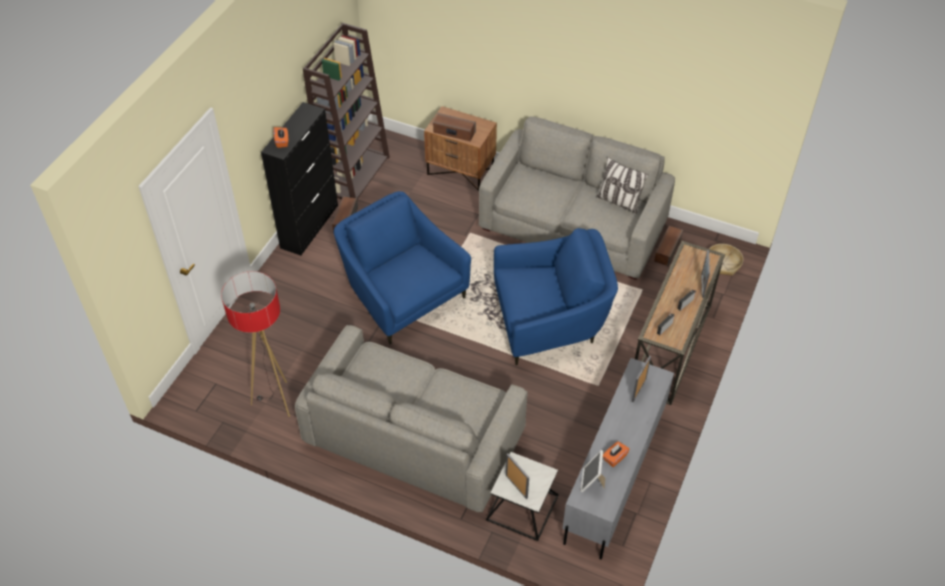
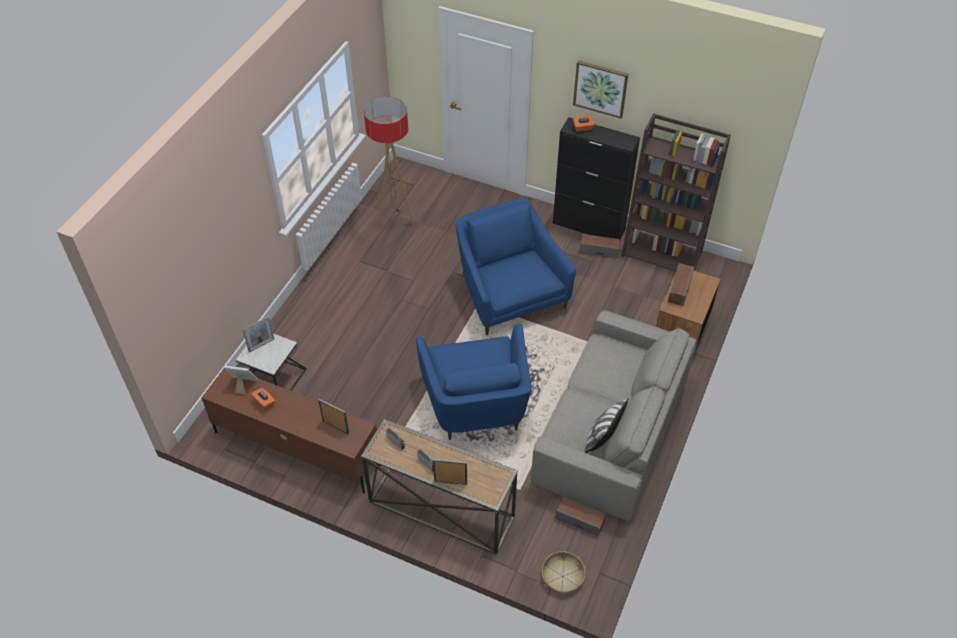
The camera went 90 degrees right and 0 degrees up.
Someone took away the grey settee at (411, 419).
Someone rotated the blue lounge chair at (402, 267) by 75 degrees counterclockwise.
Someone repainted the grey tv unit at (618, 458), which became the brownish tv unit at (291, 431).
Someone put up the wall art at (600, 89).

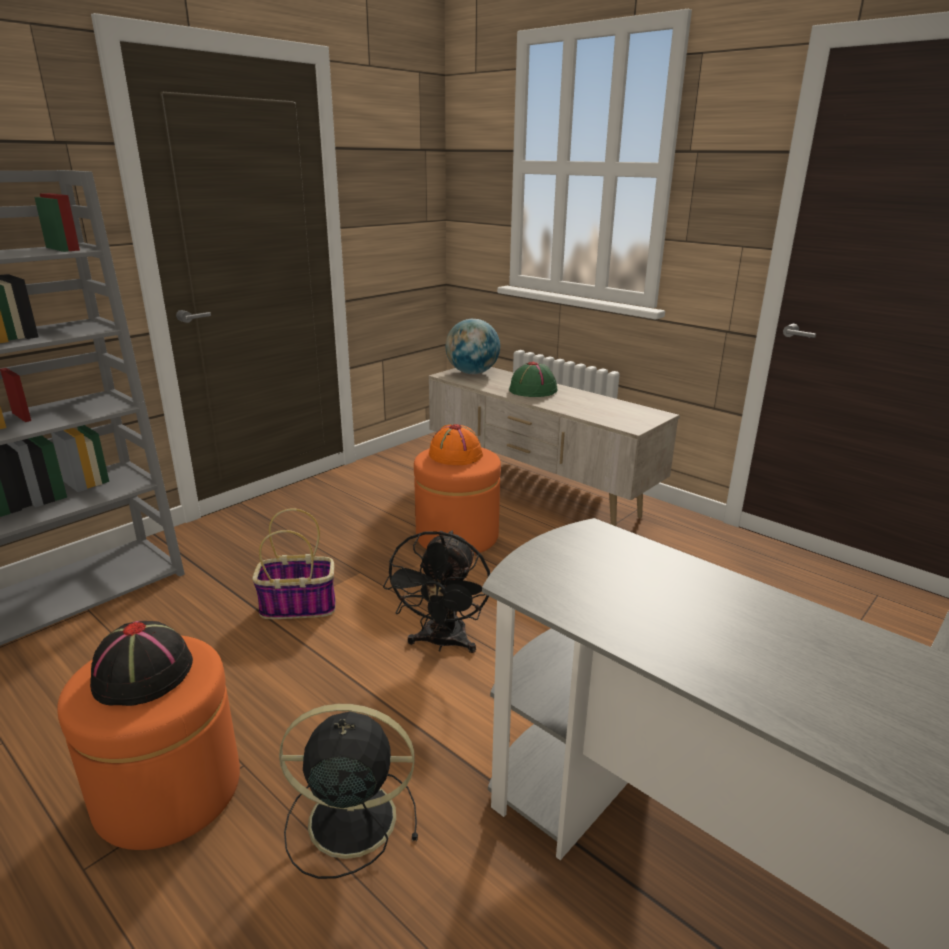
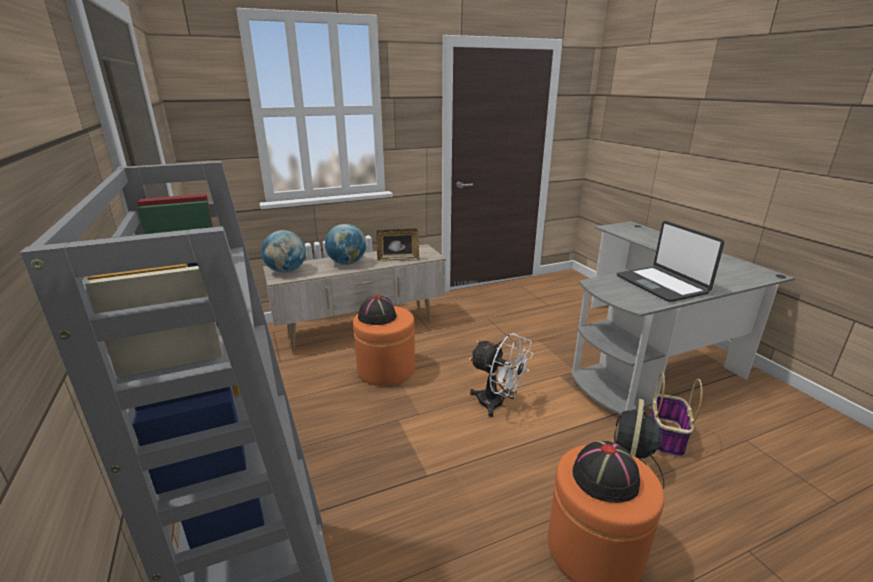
The camera went 65 degrees left and 0 degrees up.
Someone carried the household basket from (294, 563) to (676, 414).
Someone repainted the black cooling fan at (436, 591), which became the whitish cooling fan at (501, 375).
Someone repainted the orangey wearable hat at (456, 444), which became the black wearable hat at (377, 310).
Someone swapped the green-coloured wearable hat at (533, 379) for the desk globe at (345, 244).
Someone put down the standing frame at (397, 245).
Someone put down the laptop at (670, 261).

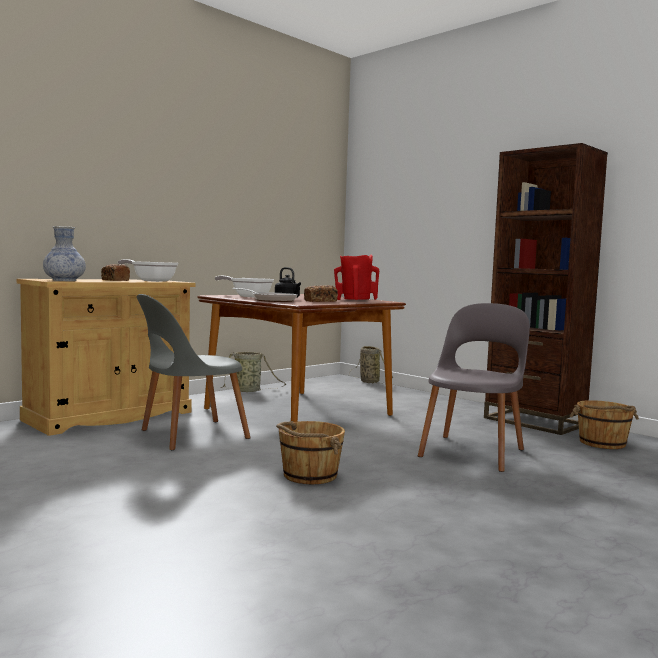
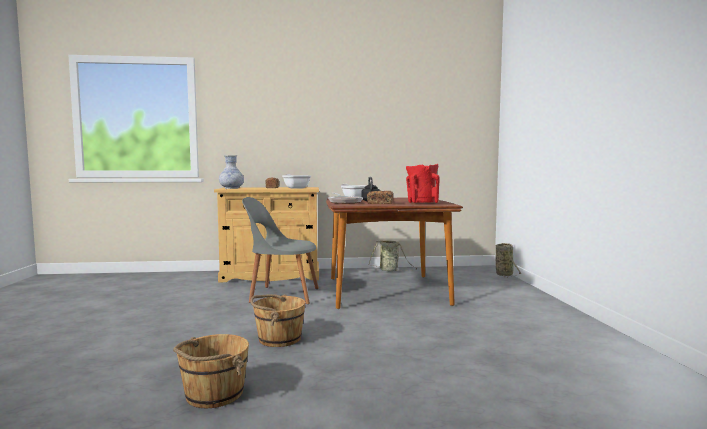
The camera went 40 degrees right and 0 degrees up.
Someone took away the grey plain chair at (474, 387).
Someone took away the brownish shelving unit at (546, 289).
Someone carried the brownish bucket from (604, 424) to (211, 371).

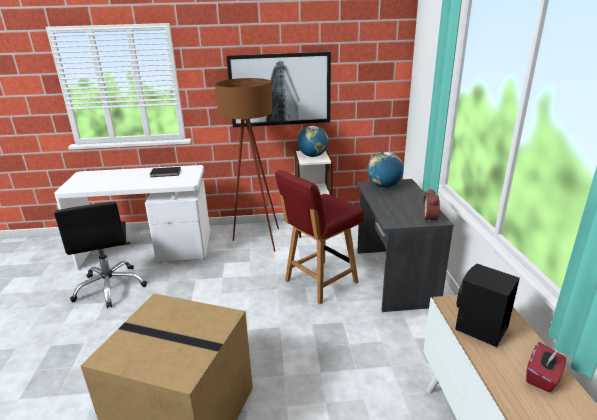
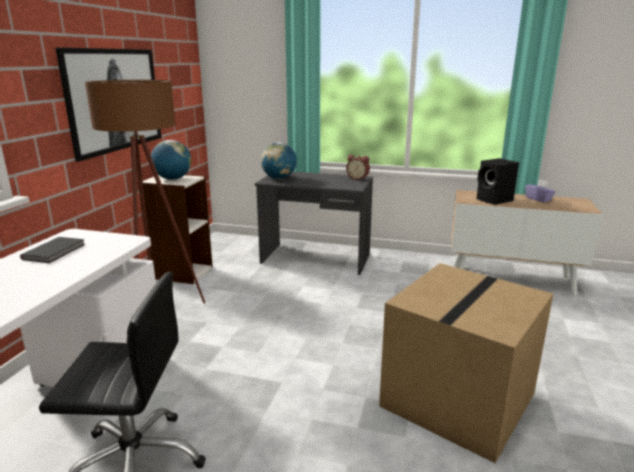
The camera went 70 degrees left and 5 degrees down.
Someone took away the reddish plain chair at (319, 237).
Someone repainted the reddish box of tissues at (546, 367), which became the purplish box of tissues at (540, 190).

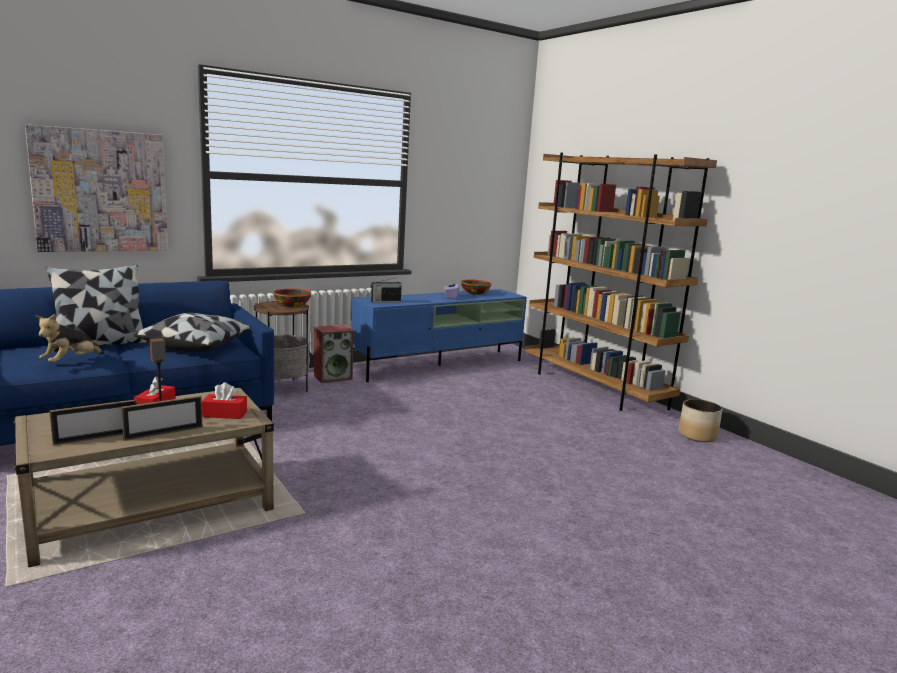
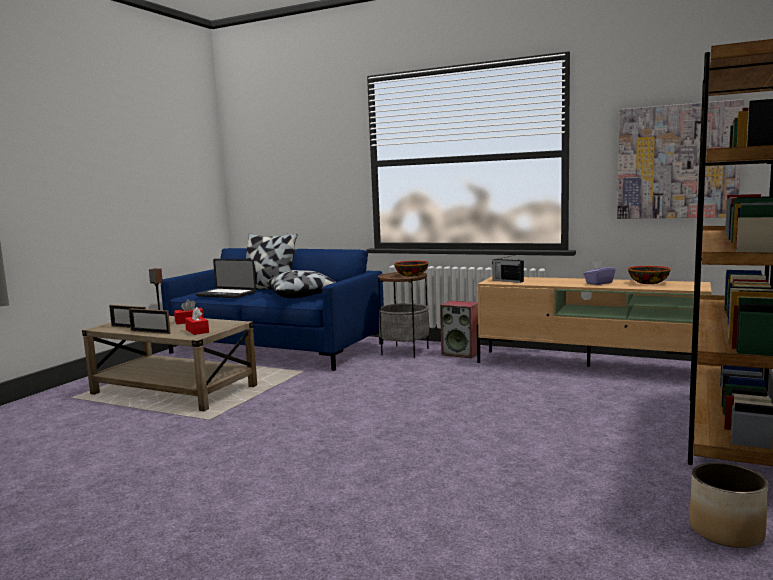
The camera went 60 degrees right and 5 degrees down.
Someone carried the wall art from (96, 188) to (680, 159).
Someone swapped the soft toy at (70, 338) for the laptop at (226, 278).
Someone repainted the blue tv unit at (439, 335), which became the beige tv unit at (594, 321).

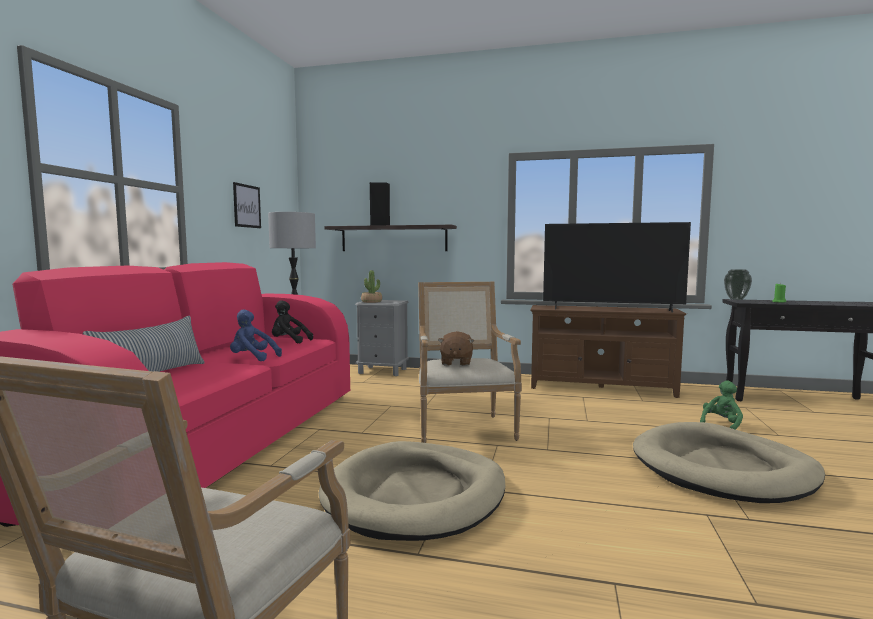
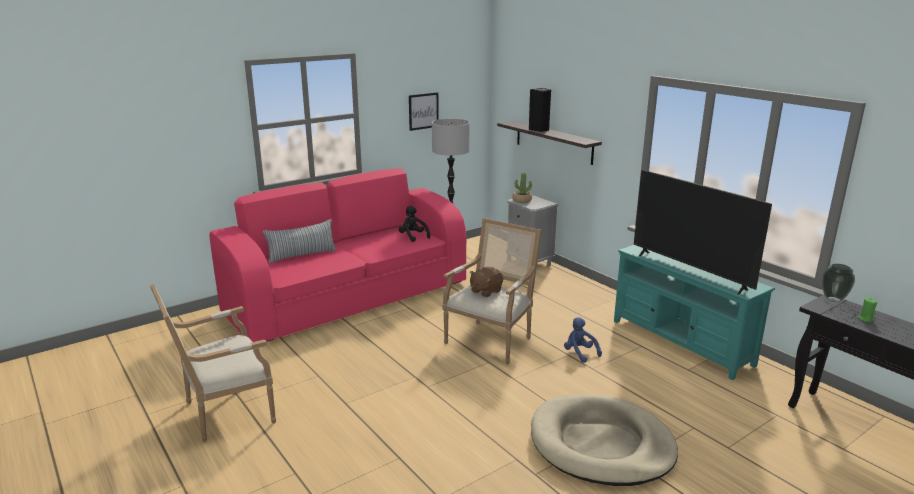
The camera went 40 degrees right and 15 degrees up.
Someone carried the blue soft toy from (256, 335) to (583, 340).
Someone took away the beige pet bed at (412, 491).
Someone repainted the brownish tv unit at (608, 351), which became the turquoise tv unit at (694, 312).
Someone took away the green-coloured soft toy at (721, 405).

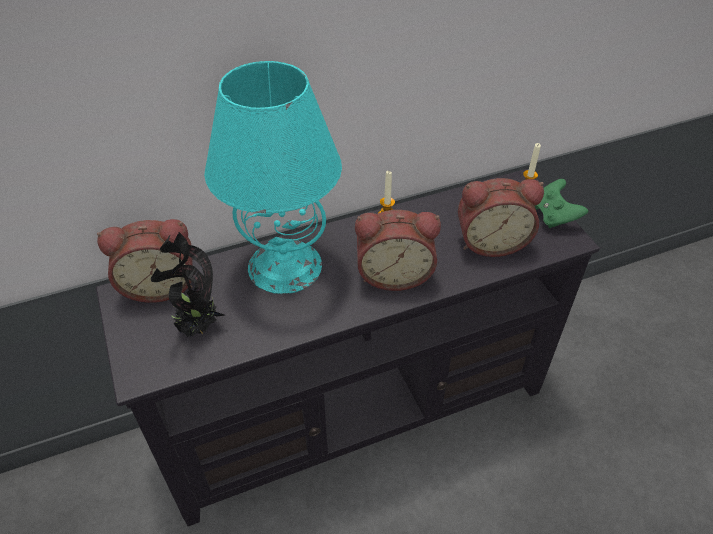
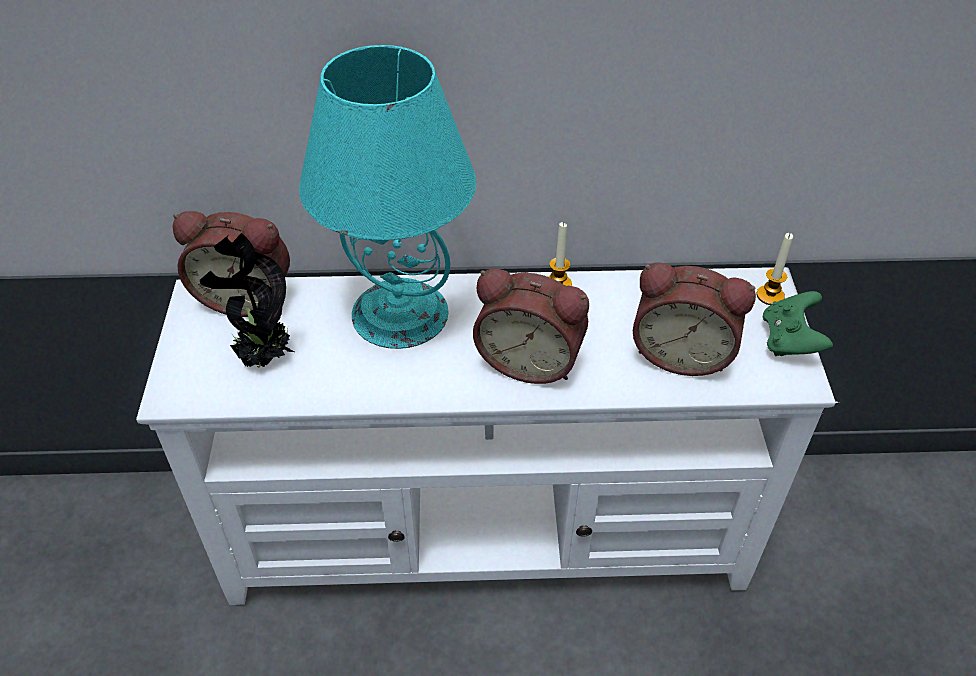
The camera went 20 degrees right and 0 degrees up.
Someone repainted the black tv unit at (349, 347), which became the whitish tv unit at (487, 436).

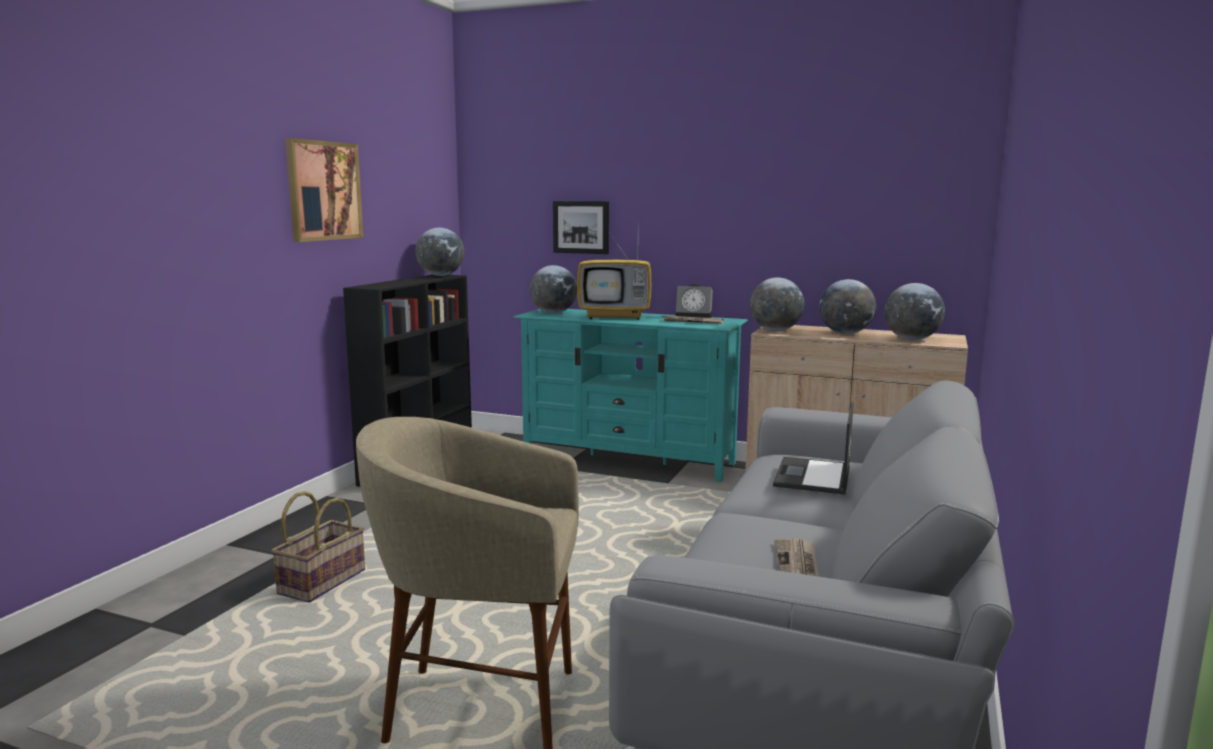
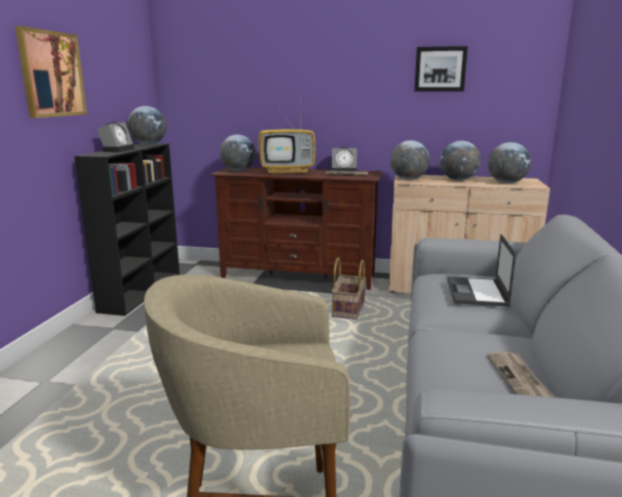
The camera went 10 degrees left and 5 degrees up.
Someone carried the household basket from (318, 546) to (349, 289).
Someone repainted the turquoise tv unit at (630, 395), which became the brownish tv unit at (296, 228).
Someone carried the wall art from (581, 227) to (441, 68).
Someone put down the alarm clock at (116, 137).

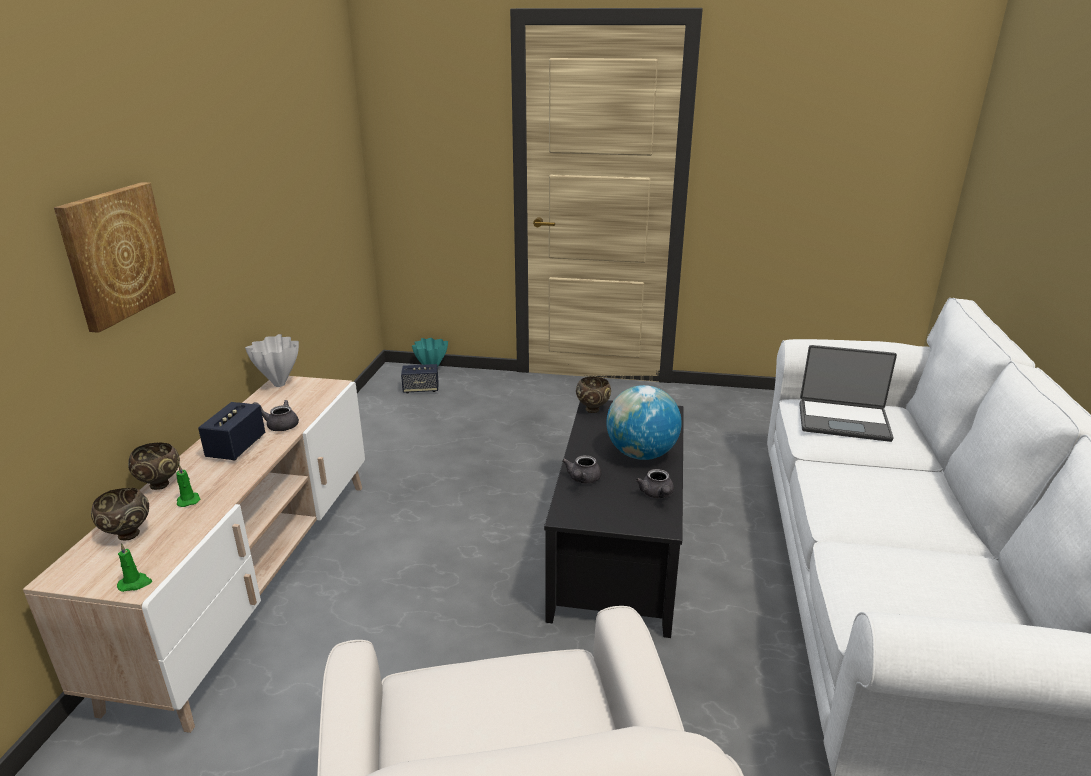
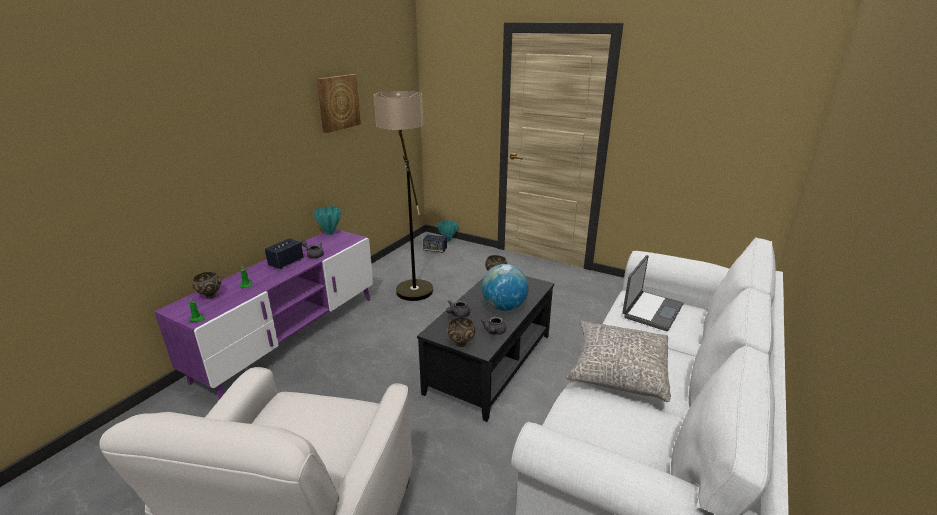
The camera went 20 degrees right and 0 degrees up.
Someone repainted the beige tv unit at (194, 554), which became the purplish tv unit at (263, 314).
Someone carried the wall art from (115, 257) to (338, 103).
Someone carried the brownish bowl from (154, 466) to (461, 332).
Someone repainted the whitish flower vase at (272, 360), which became the turquoise flower vase at (327, 220).
Someone rotated the laptop at (848, 393) by 90 degrees counterclockwise.
Someone put down the standing lamp at (403, 196).
Someone put down the grey throw pillow at (618, 361).

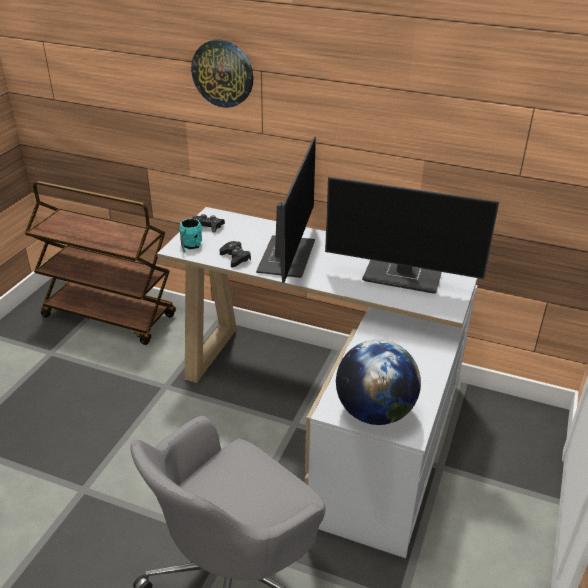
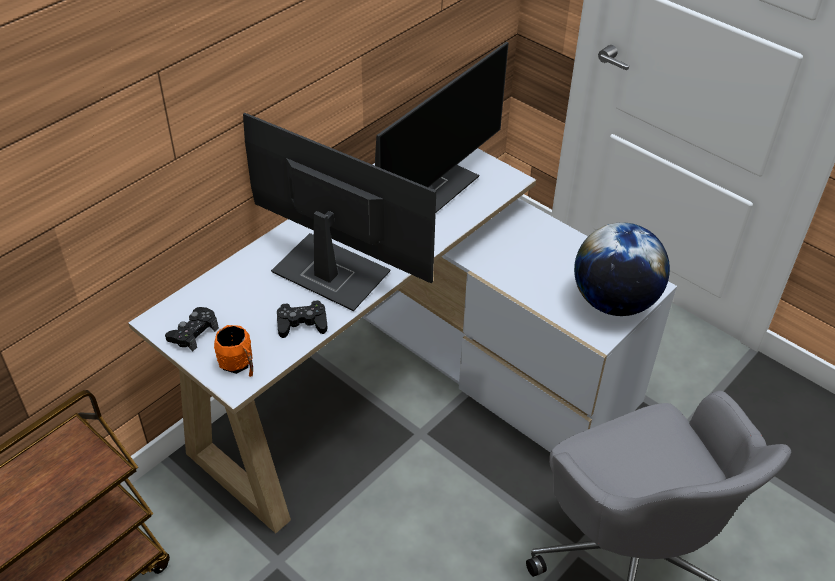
The camera went 70 degrees left and 10 degrees up.
Someone repainted the turquoise coffee mug at (190, 235), which became the orangey coffee mug at (233, 351).
Someone took away the hanging clock at (222, 73).

